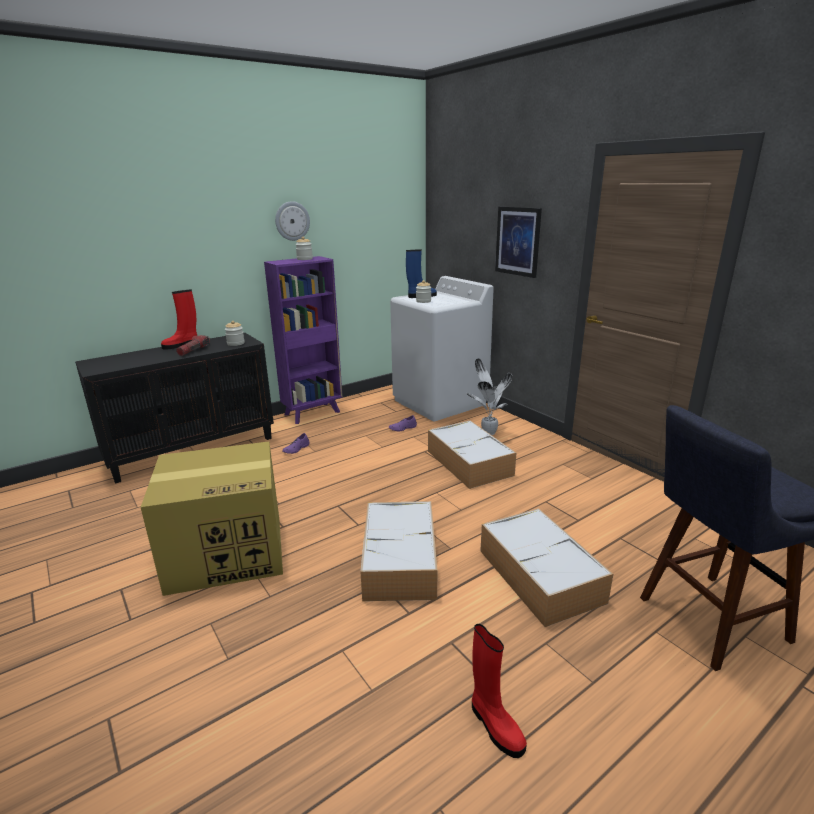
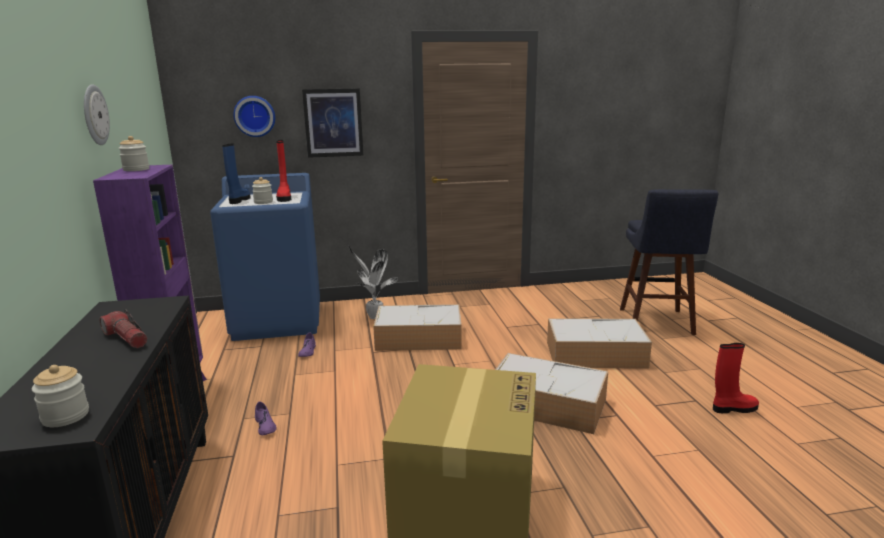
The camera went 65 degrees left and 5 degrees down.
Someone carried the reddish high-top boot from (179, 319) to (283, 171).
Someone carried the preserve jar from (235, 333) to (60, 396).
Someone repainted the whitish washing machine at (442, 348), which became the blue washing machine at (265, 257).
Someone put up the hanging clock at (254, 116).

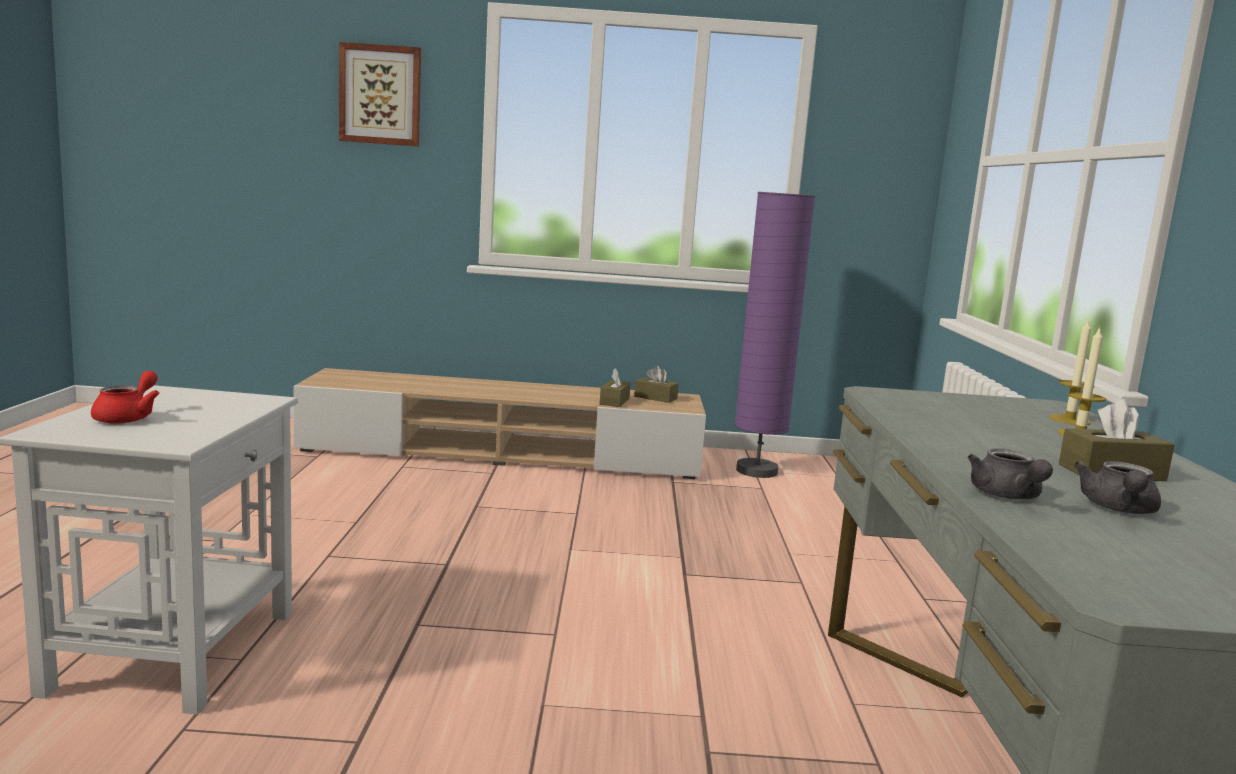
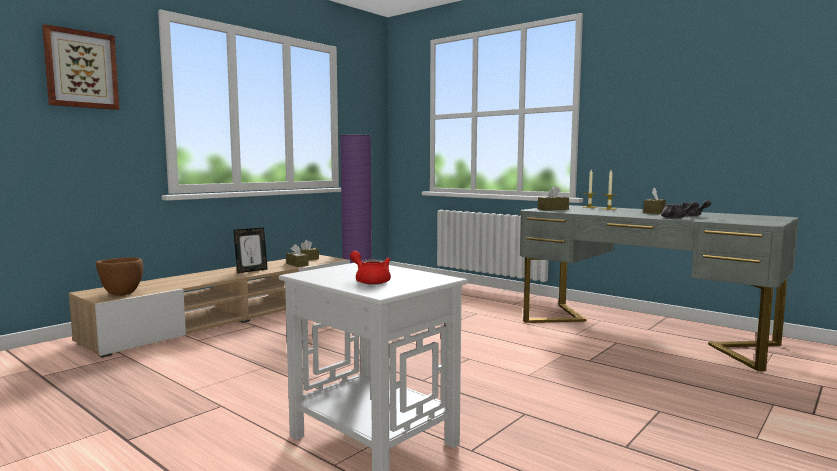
The camera went 50 degrees left and 5 degrees down.
Someone put down the brownish bowl at (119, 276).
Someone put down the standing frame at (250, 250).
Someone put down the brownish box of tissues at (553, 198).

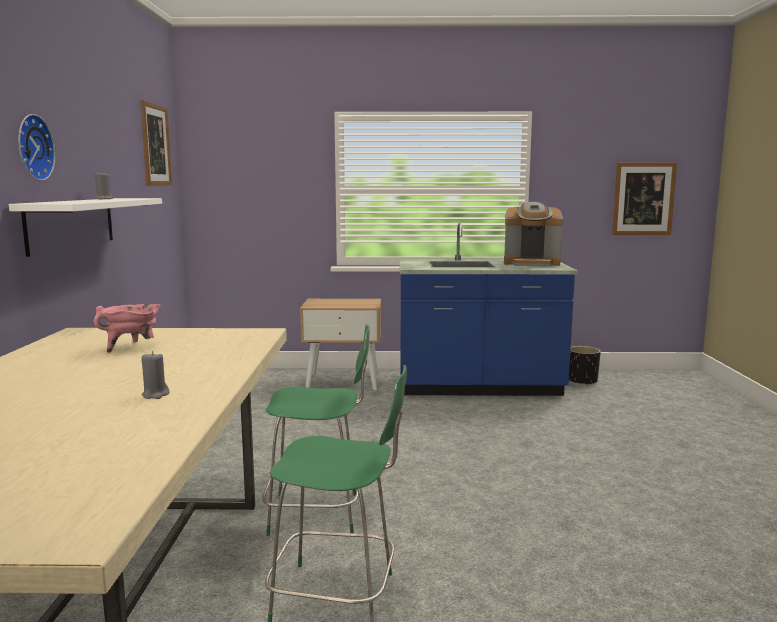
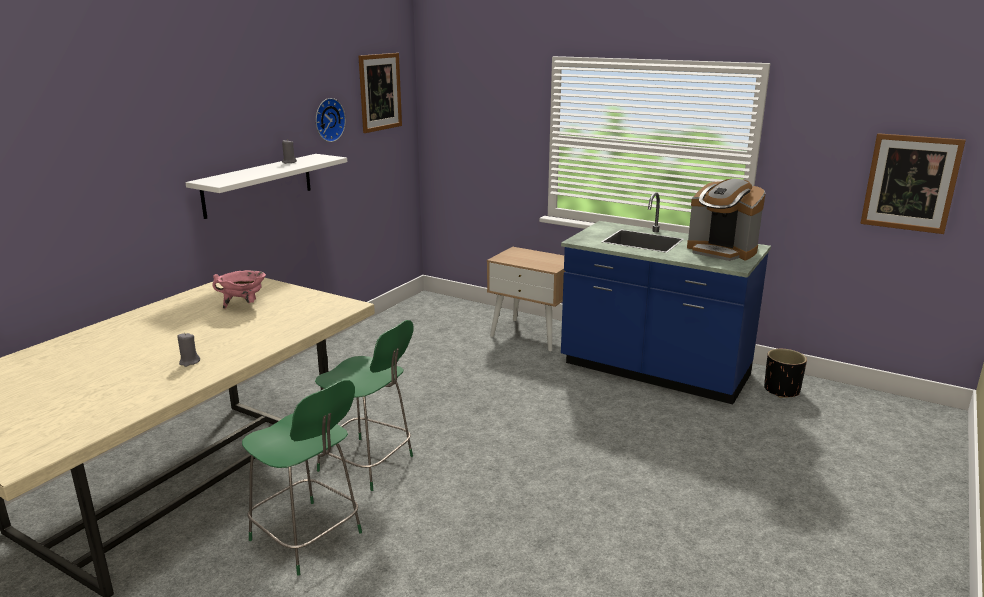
The camera went 30 degrees right and 10 degrees up.
Someone carried the hanging clock from (37, 147) to (331, 120).

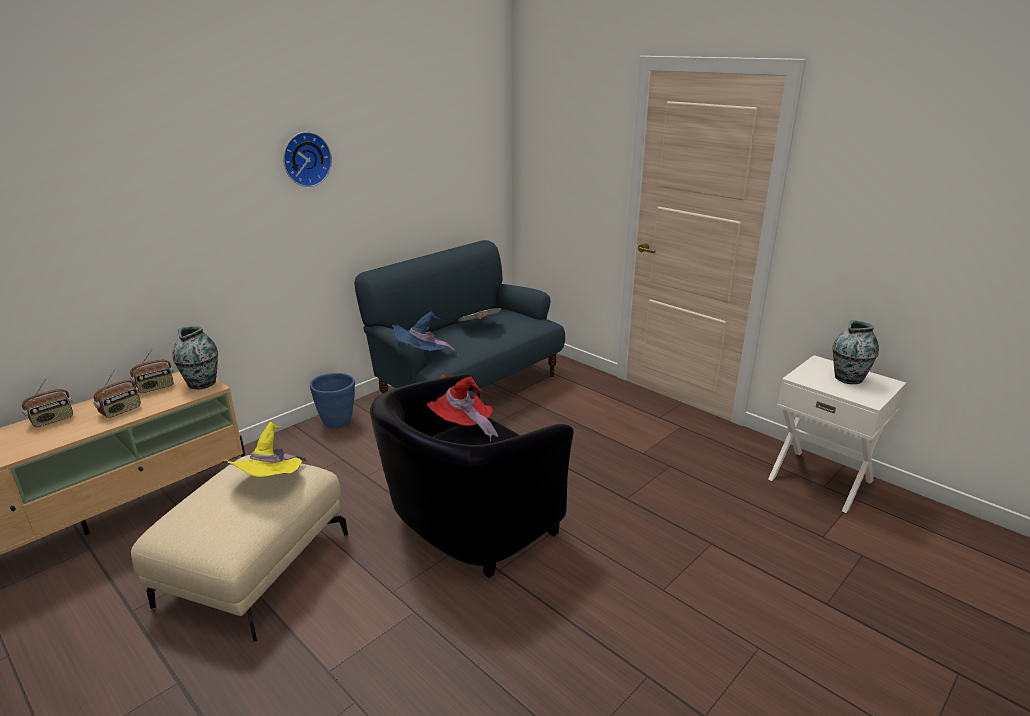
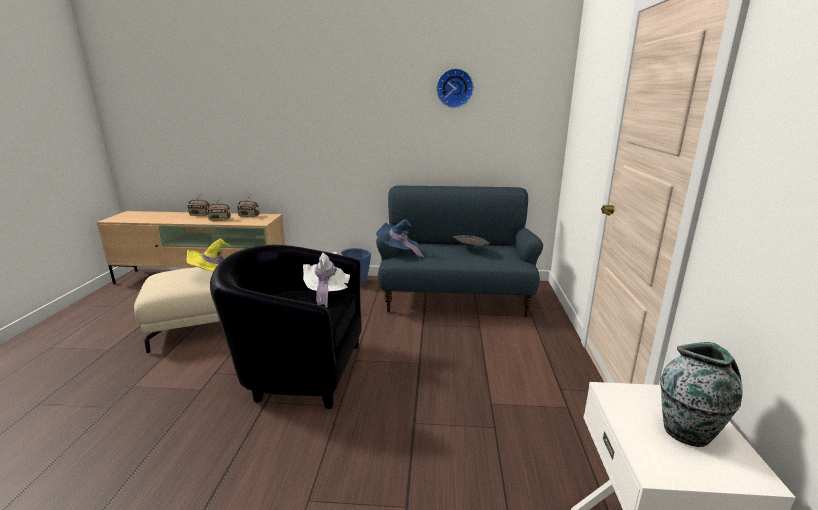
The camera went 50 degrees right and 5 degrees down.
Someone took away the flower vase at (195, 358).
Someone carried the hanging clock from (307, 159) to (455, 88).
Someone repainted the reddish wearable hat at (462, 408), which became the whitish wearable hat at (326, 280).

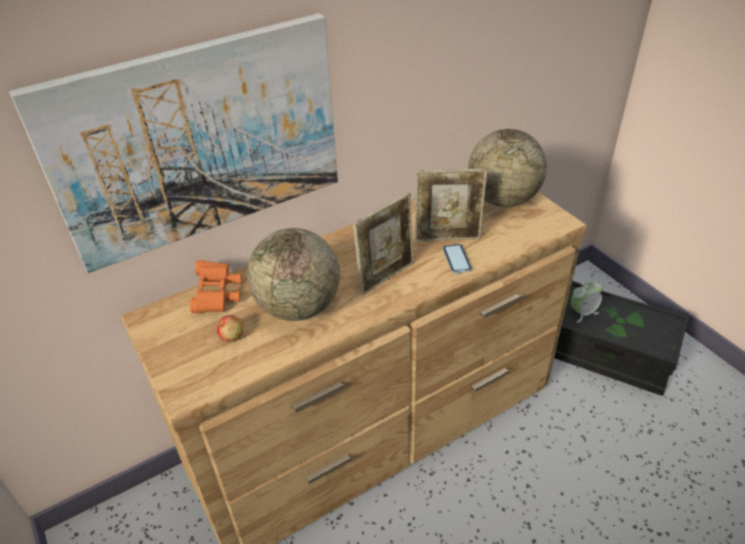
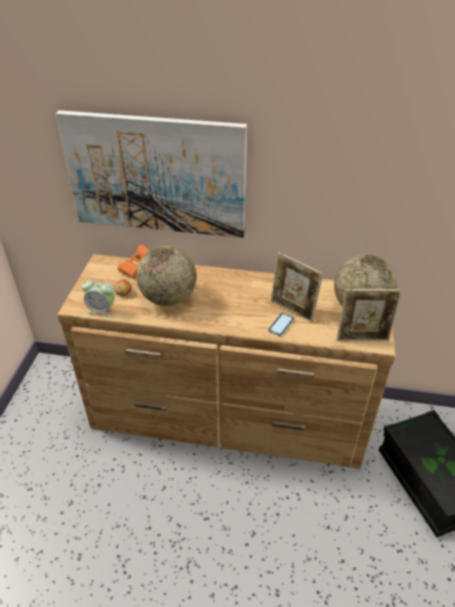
The camera went 40 degrees right and 0 degrees up.
Someone carried the standing frame from (383, 243) to (369, 315).
Someone carried the alarm clock from (586, 301) to (98, 298).

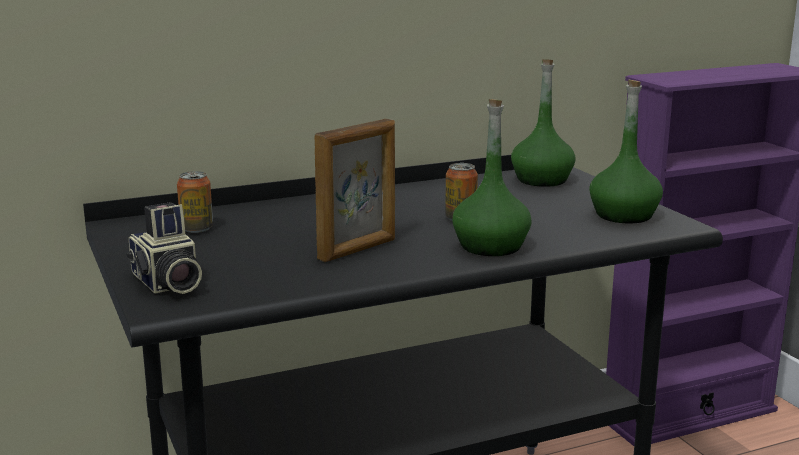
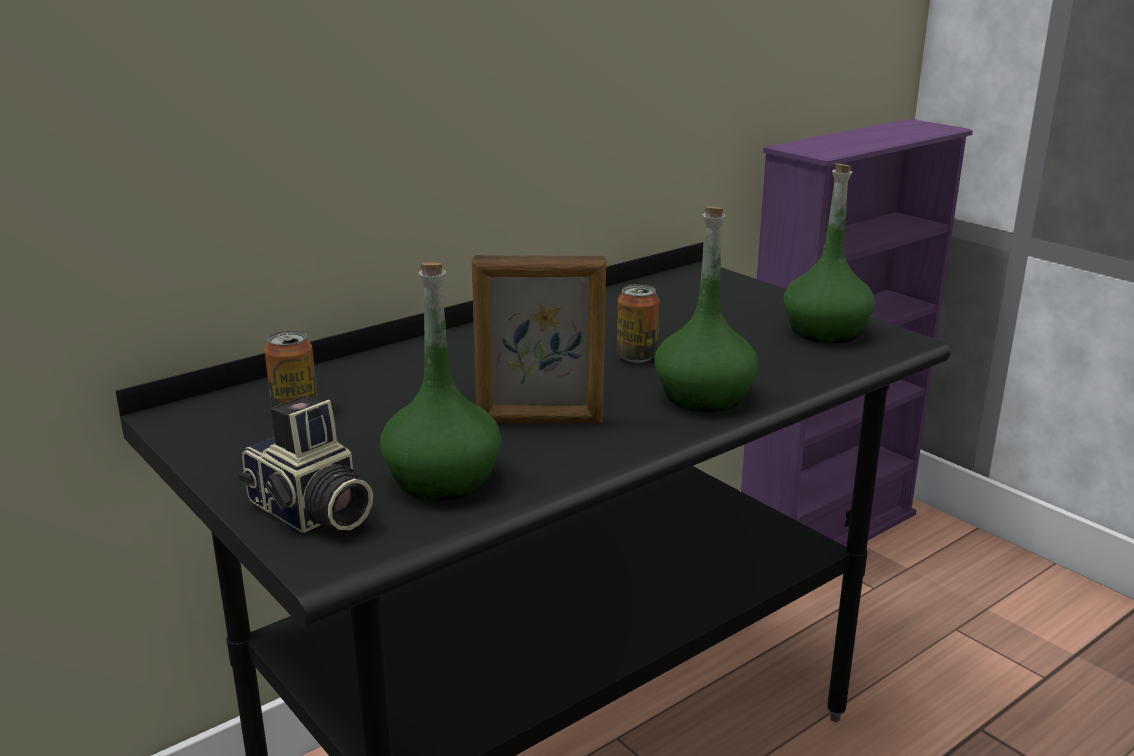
The camera went 15 degrees left and 5 degrees up.
Someone rotated the standing frame at (354, 190) by 60 degrees clockwise.
Someone carried the green-coloured beverage bottle from (543, 123) to (440, 381).

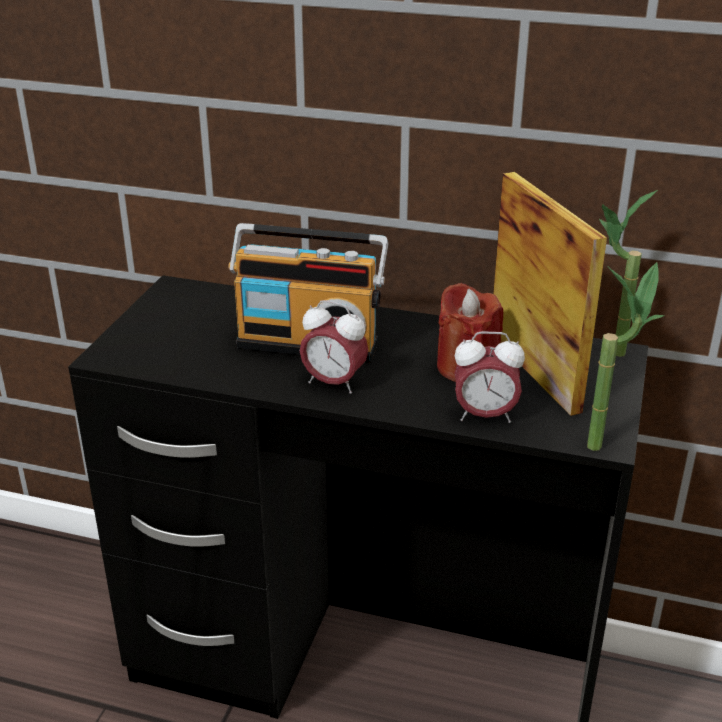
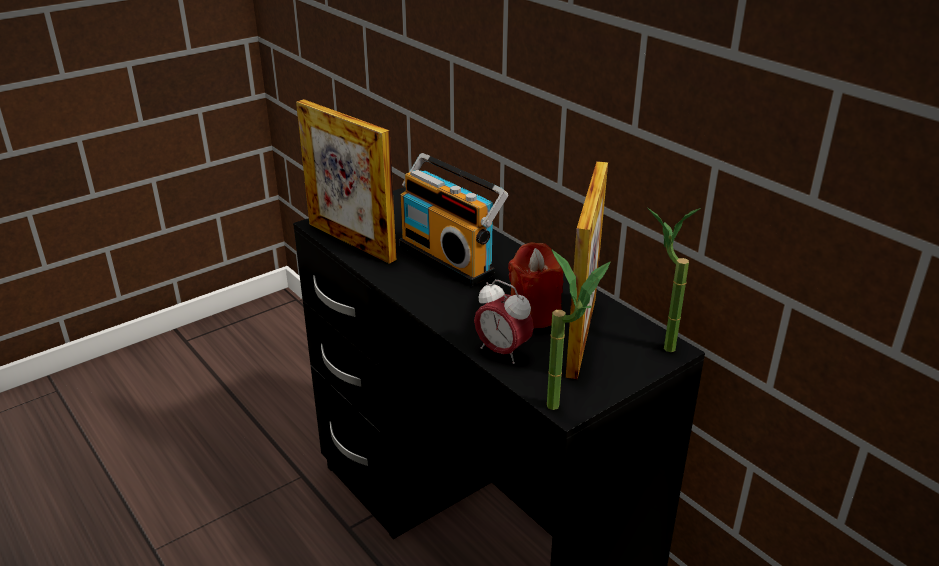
The camera went 35 degrees right and 0 degrees up.
Someone took away the alarm clock at (334, 347).
Someone put down the standing frame at (346, 181).

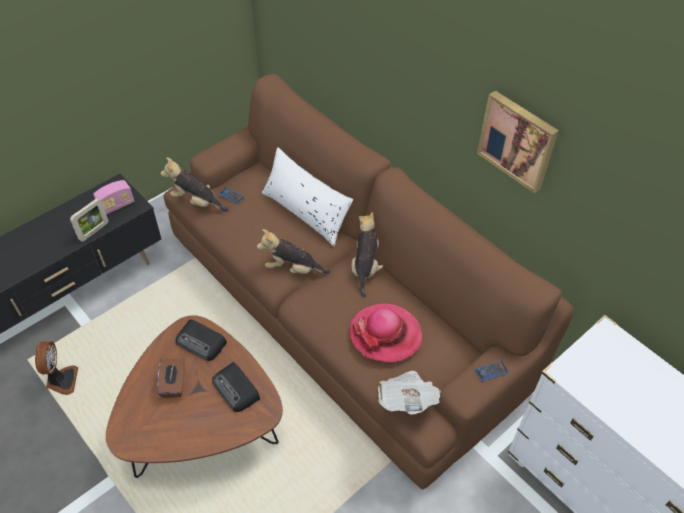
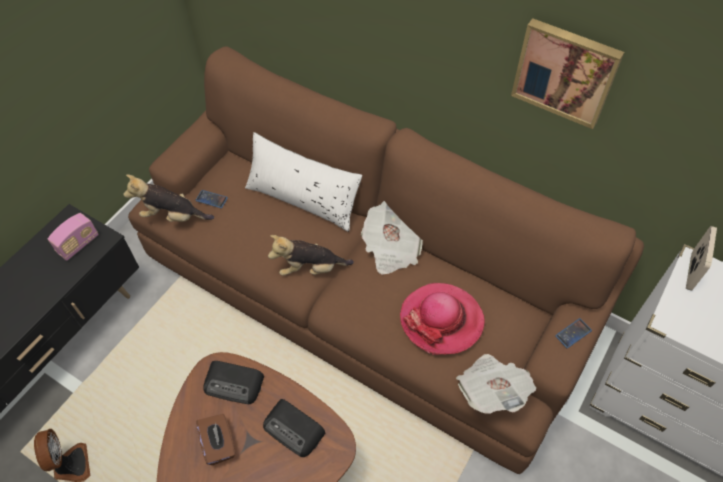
The camera went 15 degrees left and 5 degrees up.
Someone carried the standing frame from (89, 220) to (701, 258).
Someone swapped the soft toy at (367, 255) for the newspaper at (392, 238).

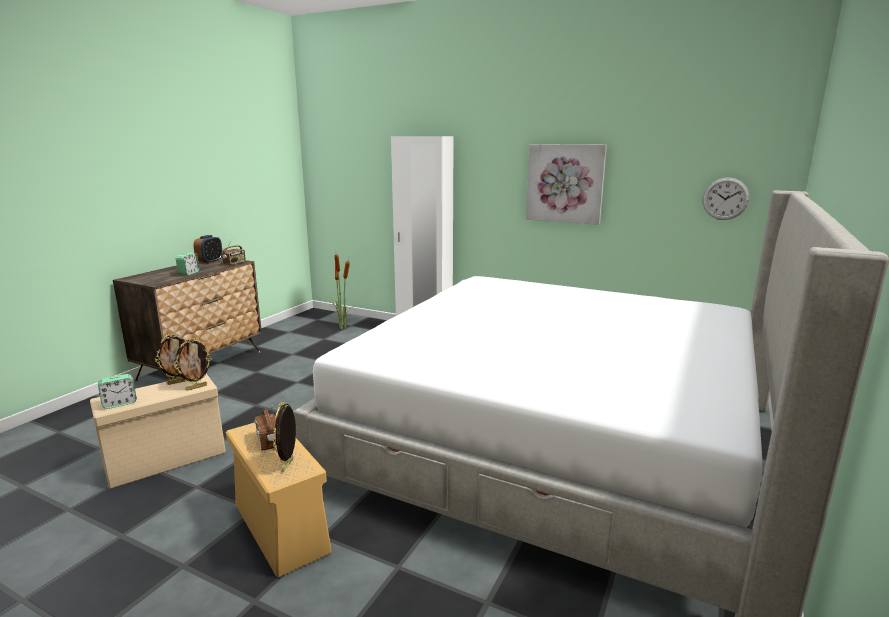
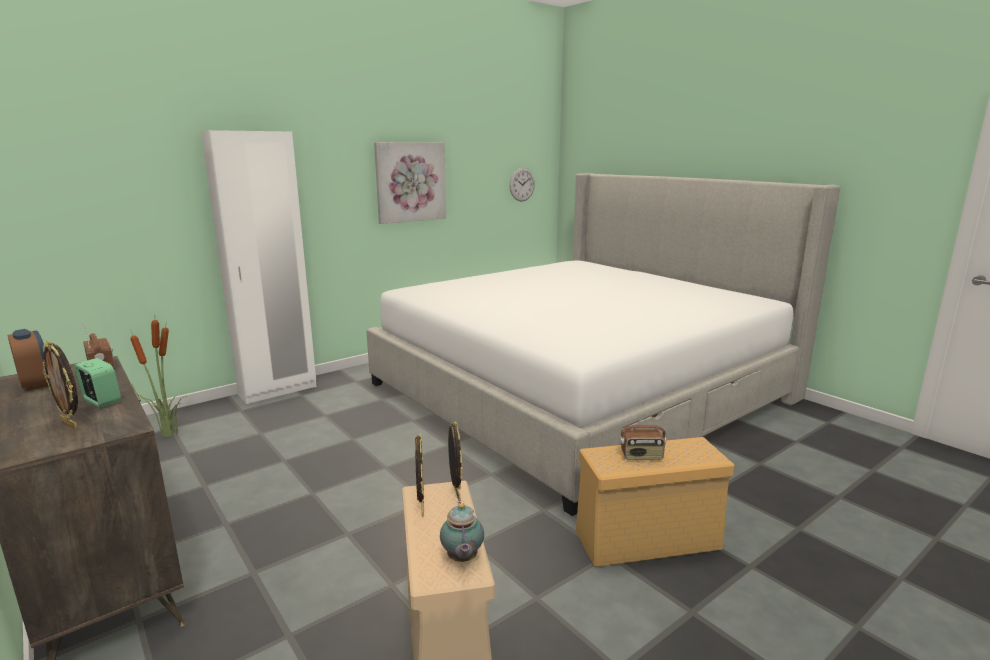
The camera went 65 degrees left and 0 degrees up.
Someone swapped the alarm clock at (117, 391) for the teapot at (462, 531).
Someone carried the standing frame from (284, 437) to (60, 385).

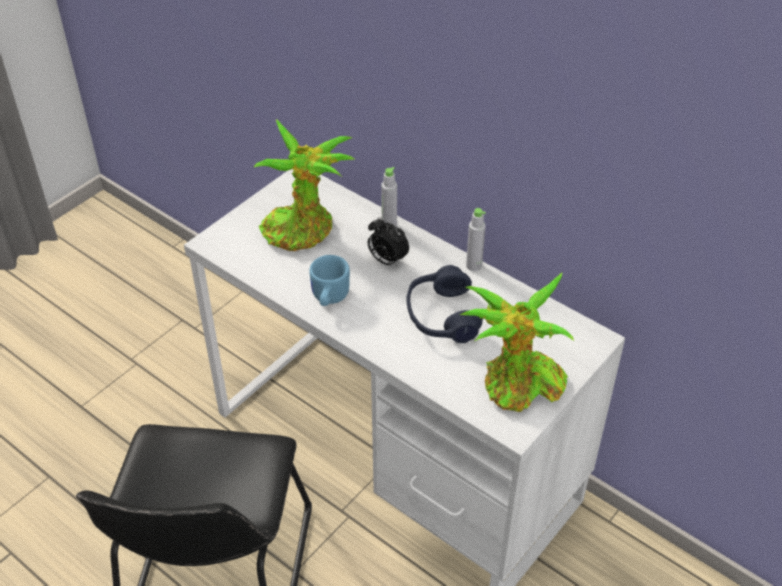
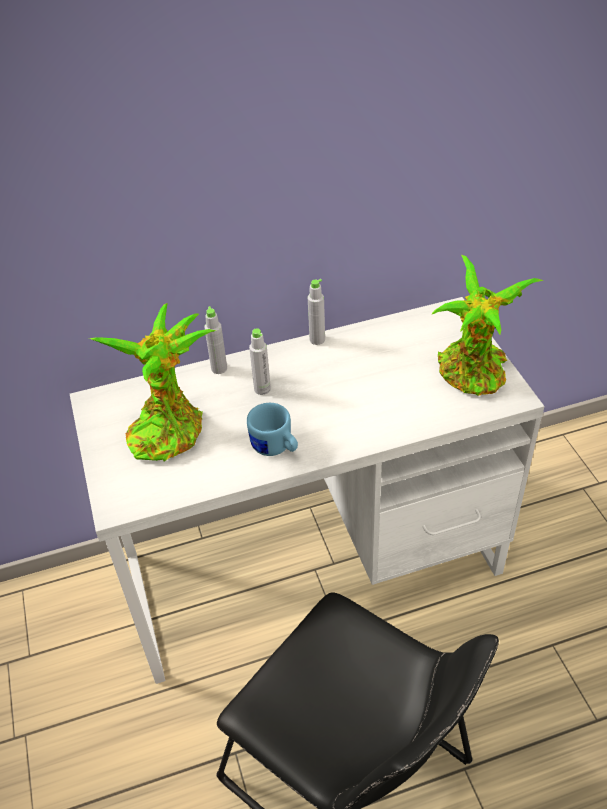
The camera went 55 degrees left and 0 degrees up.
Someone swapped the alarm clock at (388, 242) for the grey beverage bottle at (260, 361).
Someone took away the blue pair of headphones at (444, 304).

